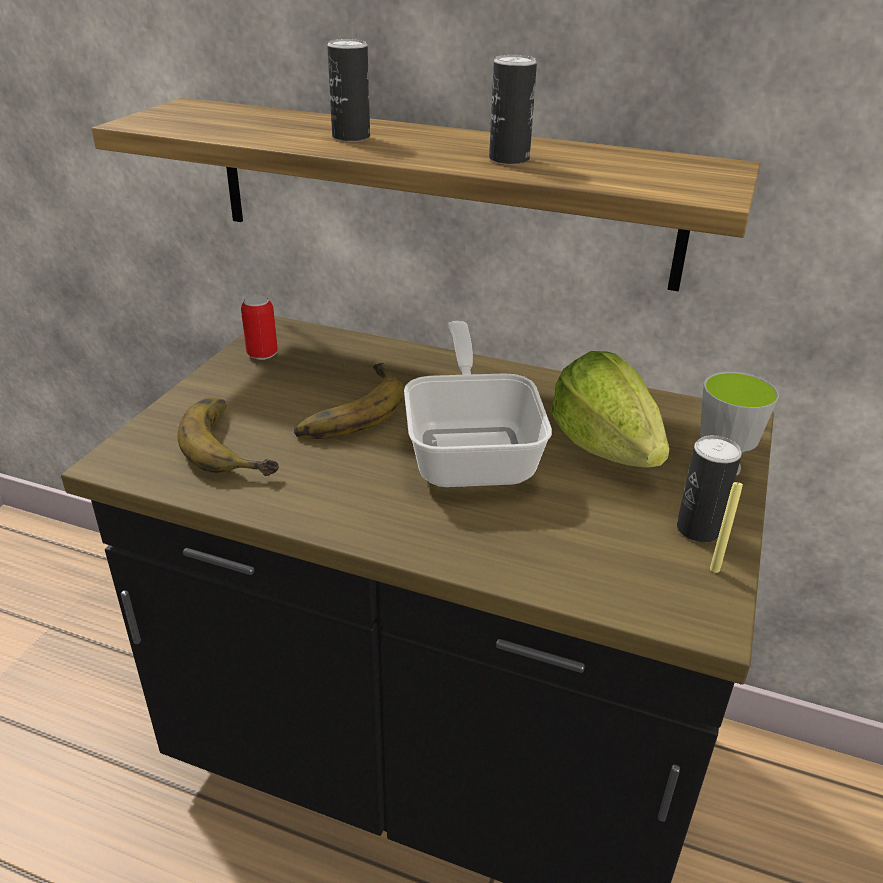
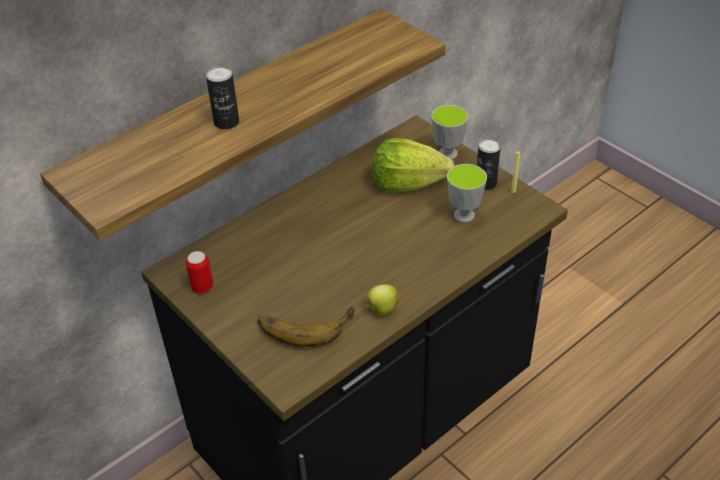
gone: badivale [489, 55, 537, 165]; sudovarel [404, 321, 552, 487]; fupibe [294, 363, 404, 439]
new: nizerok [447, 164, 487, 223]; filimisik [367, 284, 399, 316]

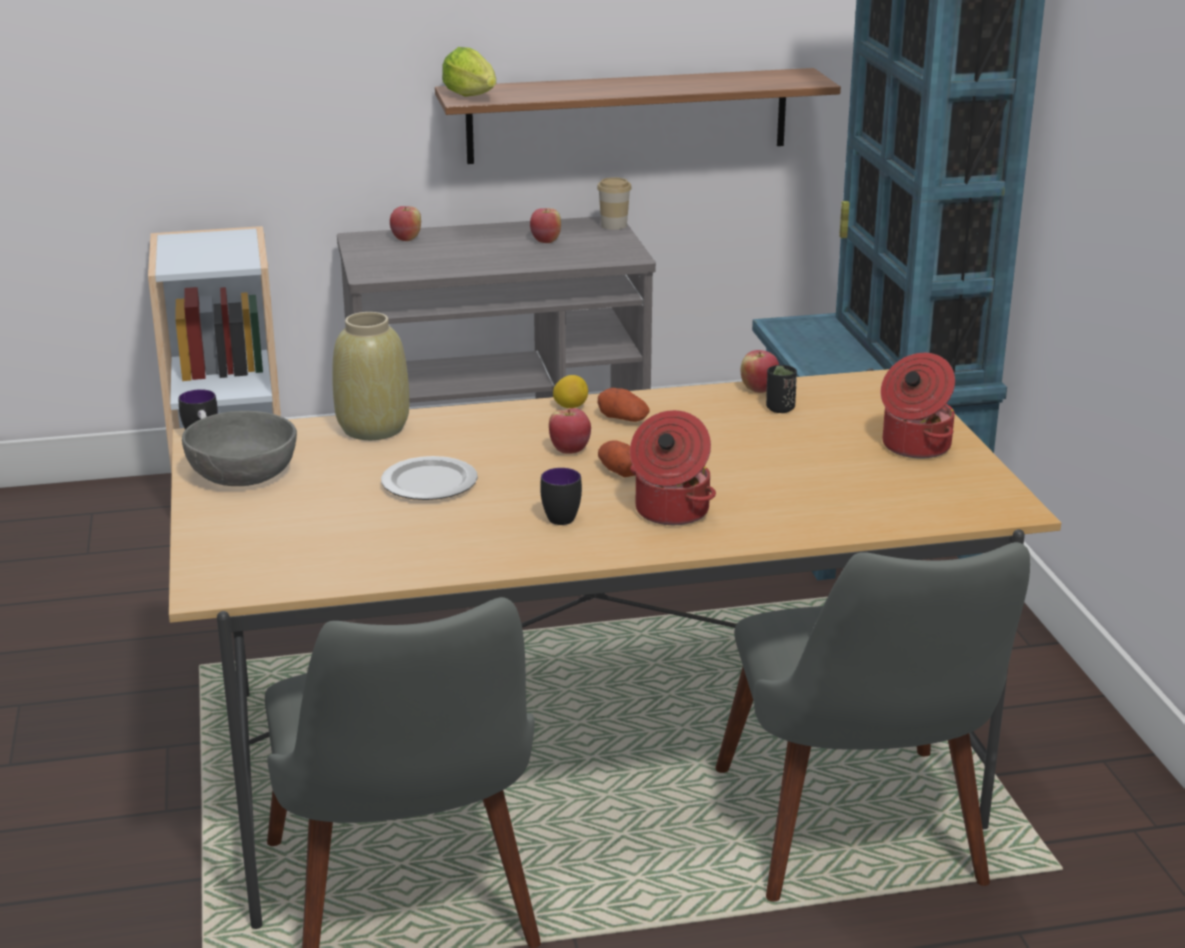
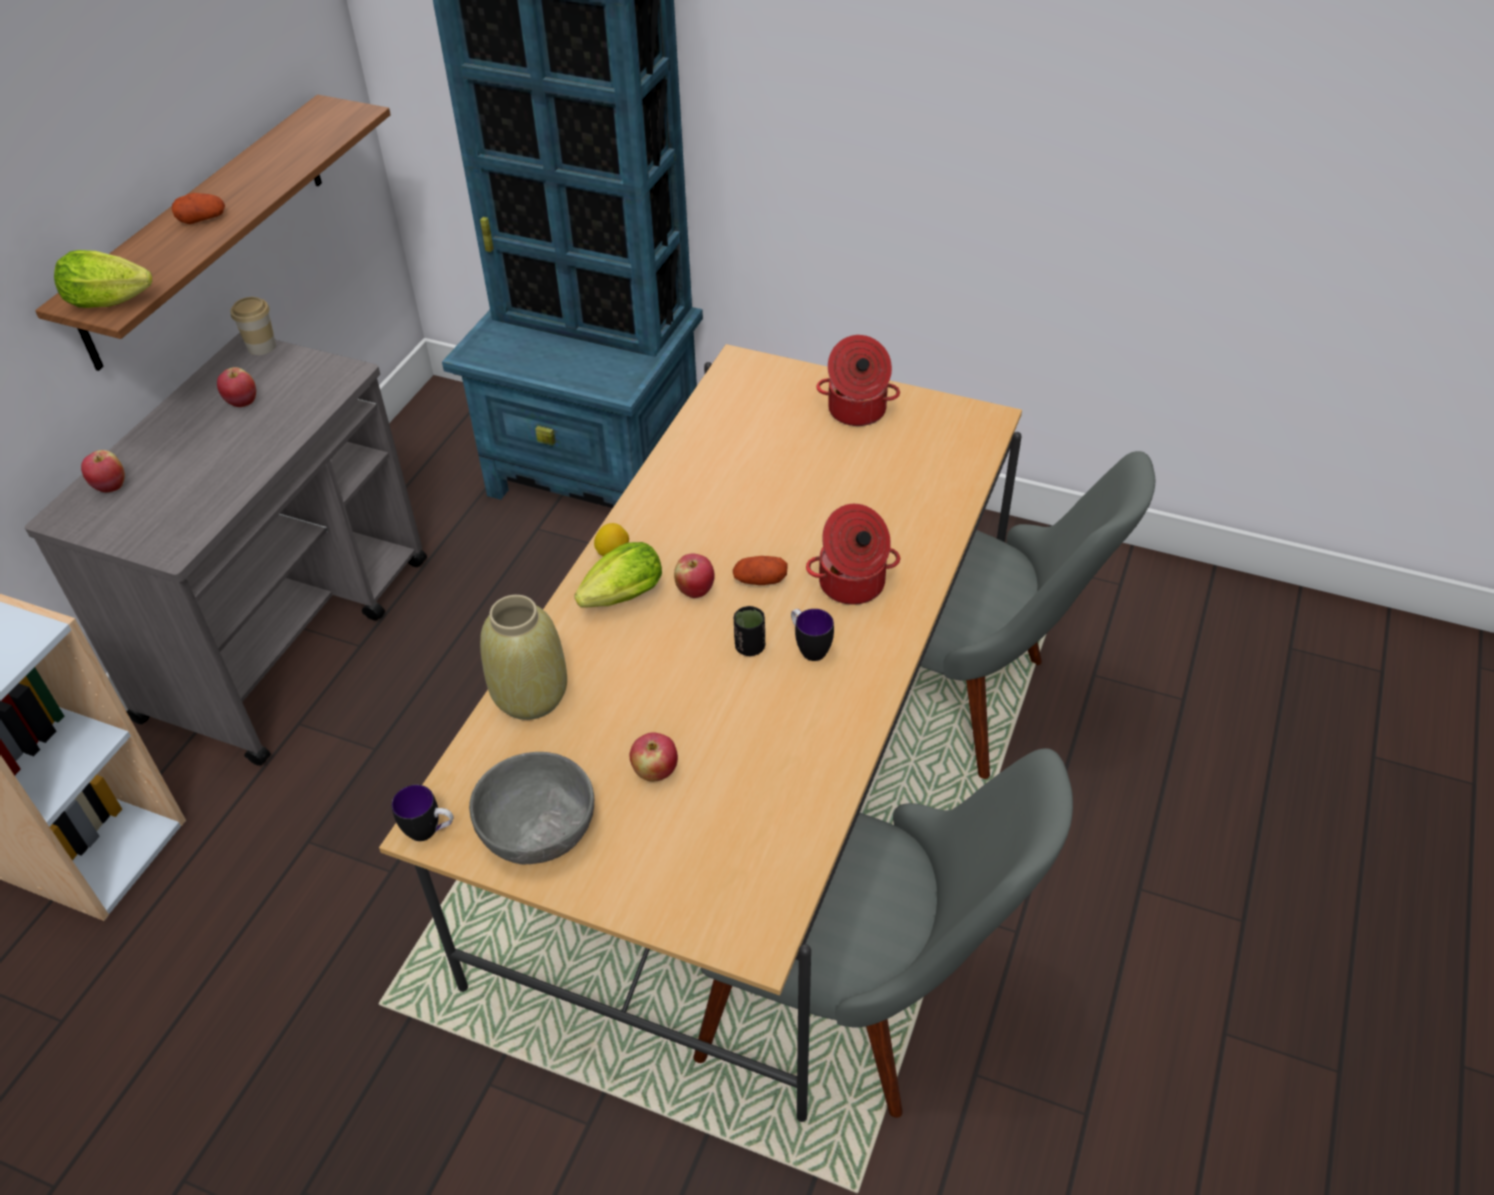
gone: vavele [381, 456, 478, 500]
new: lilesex [574, 542, 662, 607]
shifted: filimisik [741, 350, 779, 393] to [630, 732, 678, 782]; black nizerok [766, 365, 797, 413] to [734, 606, 765, 656]; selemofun [598, 388, 650, 422] to [172, 193, 225, 224]

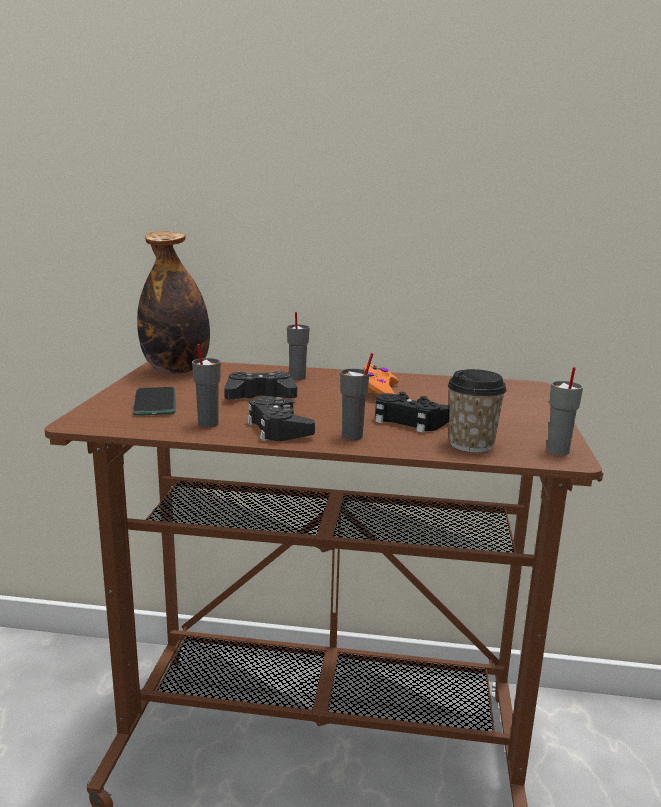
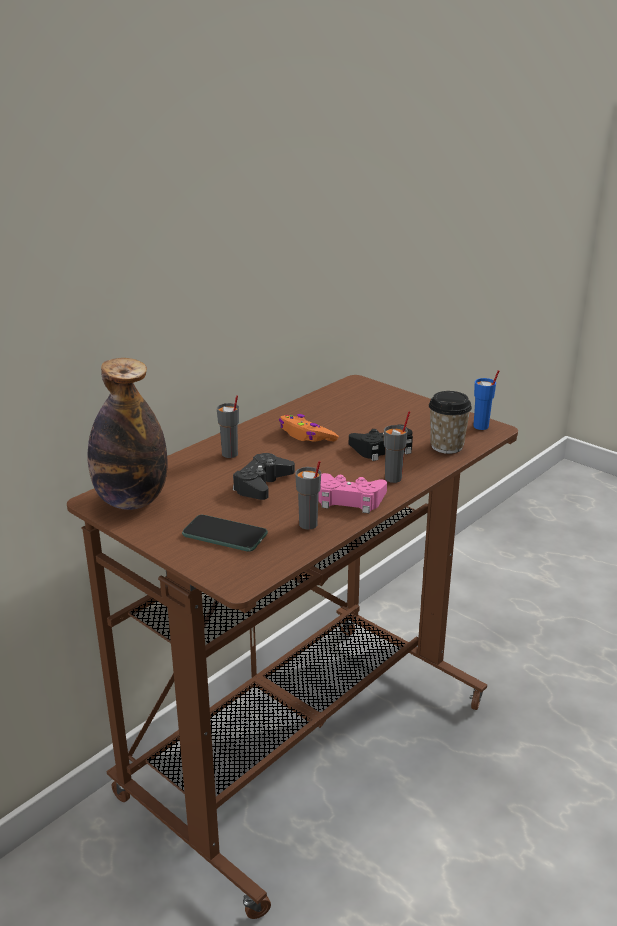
repainted: grey nizerok [547, 367, 583, 455] to blue nizerok [474, 370, 499, 430]; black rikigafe [247, 396, 315, 441] to pink rikigafe [318, 473, 387, 513]

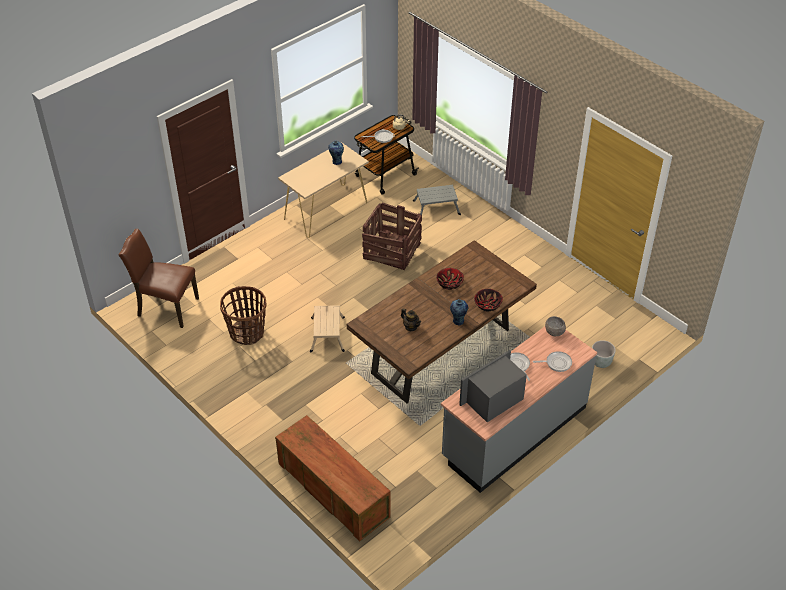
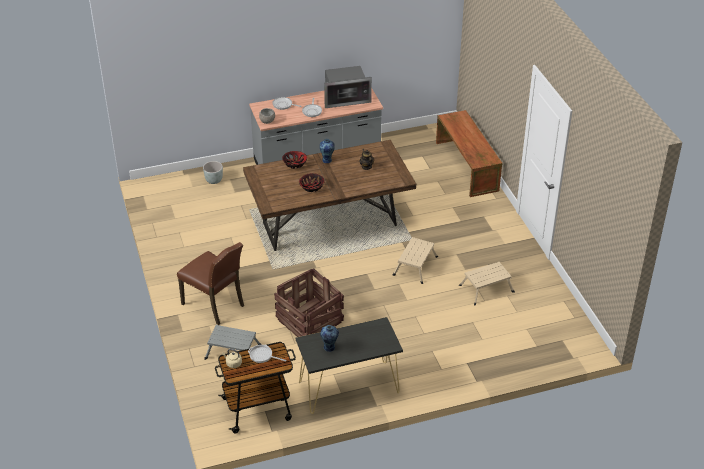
shifted: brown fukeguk [118, 229, 199, 328] to [177, 242, 244, 325]
swapped: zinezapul [220, 286, 266, 345] to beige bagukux [459, 262, 515, 306]
repainted: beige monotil [278, 142, 369, 238] to black monotil [296, 317, 403, 414]

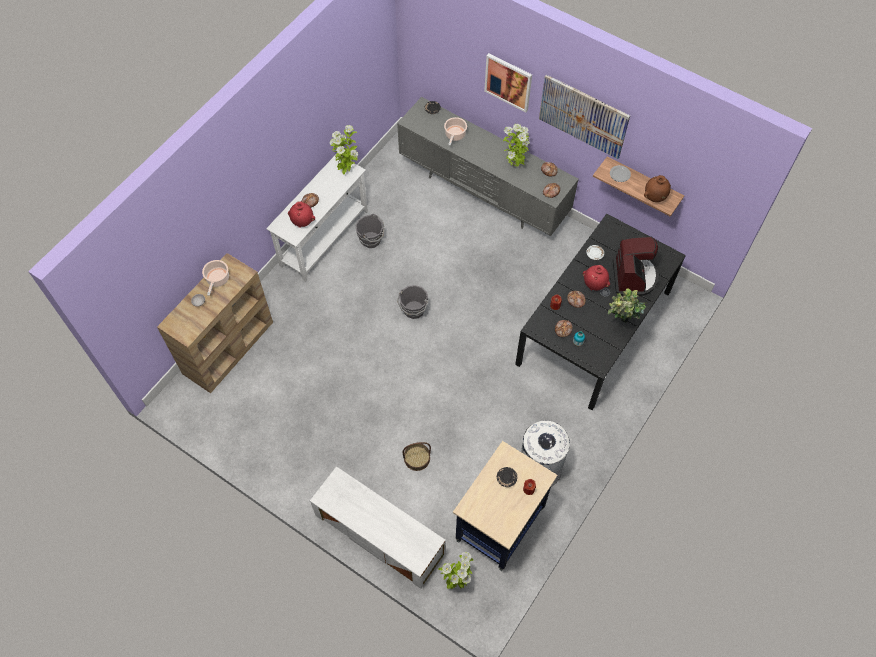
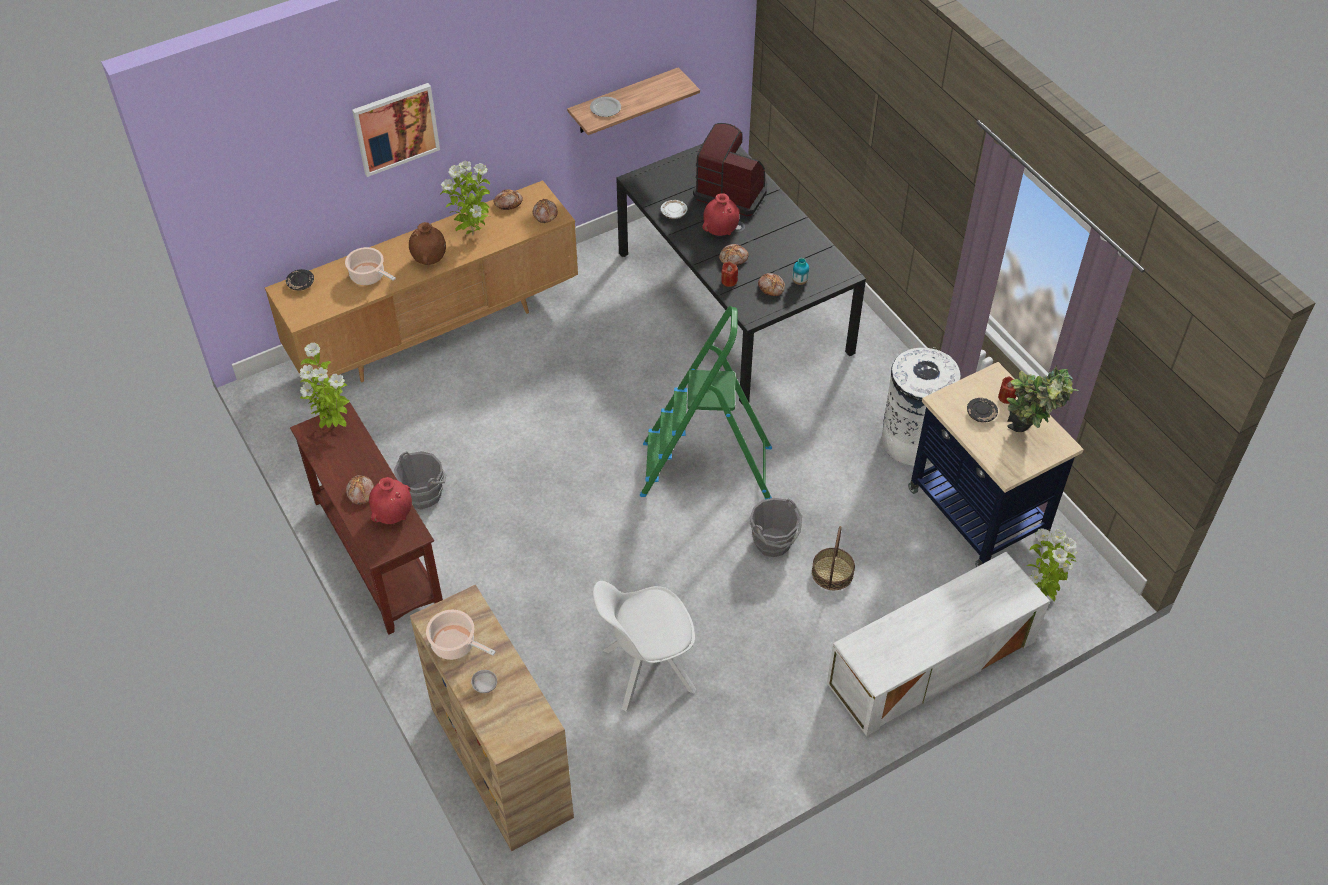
gone: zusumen [539, 74, 630, 159]
new: green bagukux [640, 306, 772, 499]; white fukeguk [593, 581, 696, 712]
shifted: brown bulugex [644, 175, 671, 202] to [409, 222, 446, 265]; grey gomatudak [397, 285, 428, 319] to [750, 498, 802, 557]; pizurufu [608, 288, 646, 323] to [1007, 366, 1078, 432]
repainted: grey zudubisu [397, 97, 579, 236] to brown zudubisu [265, 180, 578, 382]; white monotil [266, 155, 368, 282] to brown monotil [290, 402, 443, 635]

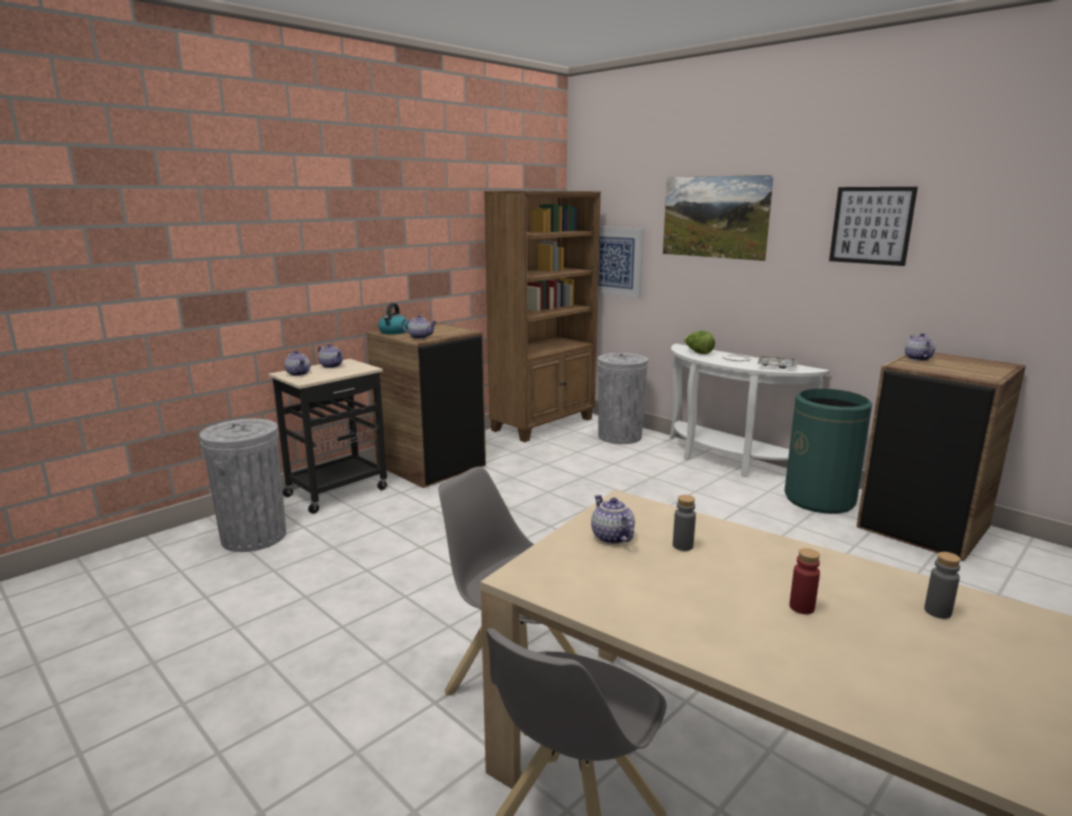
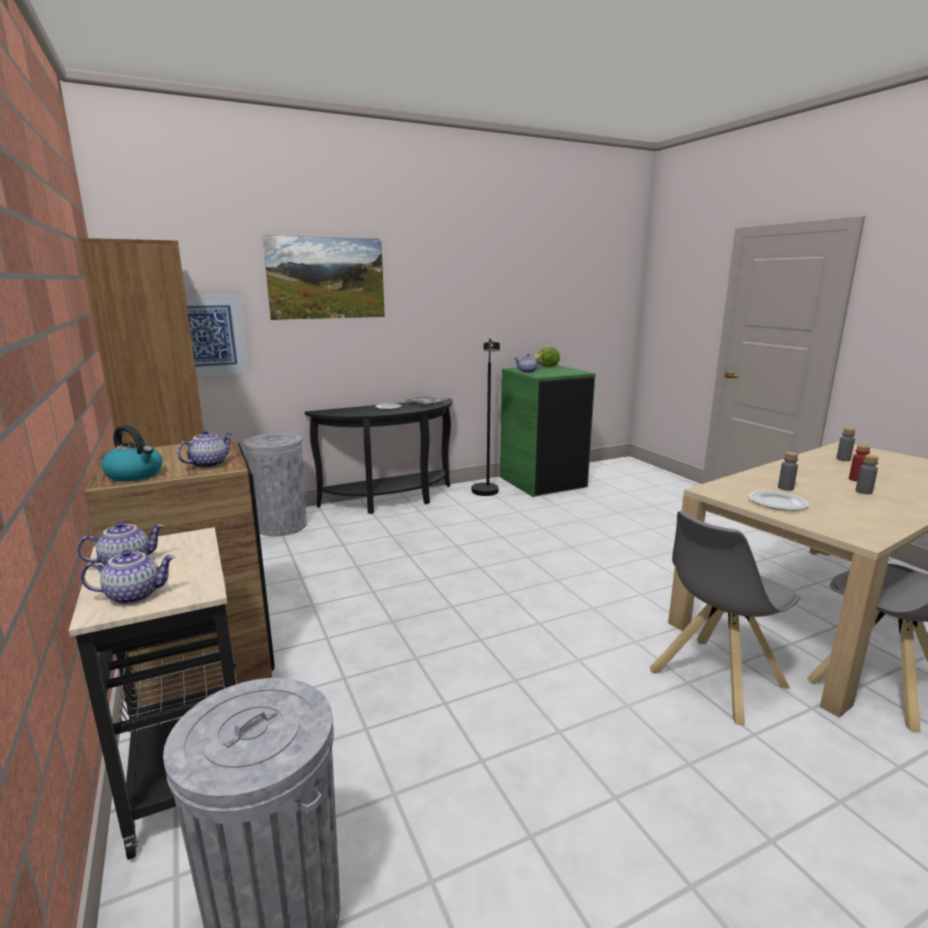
gone: zusumen [829, 187, 918, 266]
new: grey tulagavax [856, 455, 879, 494]
shifted: lilesex [684, 331, 715, 354] to [532, 347, 560, 367]
swapped: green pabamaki [784, 389, 872, 514] to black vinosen [472, 338, 500, 496]; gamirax [591, 495, 635, 544] to vavele [748, 490, 809, 511]
repainted: white monotil [670, 344, 830, 477] to black monotil [305, 398, 452, 514]; brown zudubisu [856, 352, 1026, 561] to green zudubisu [500, 365, 595, 497]

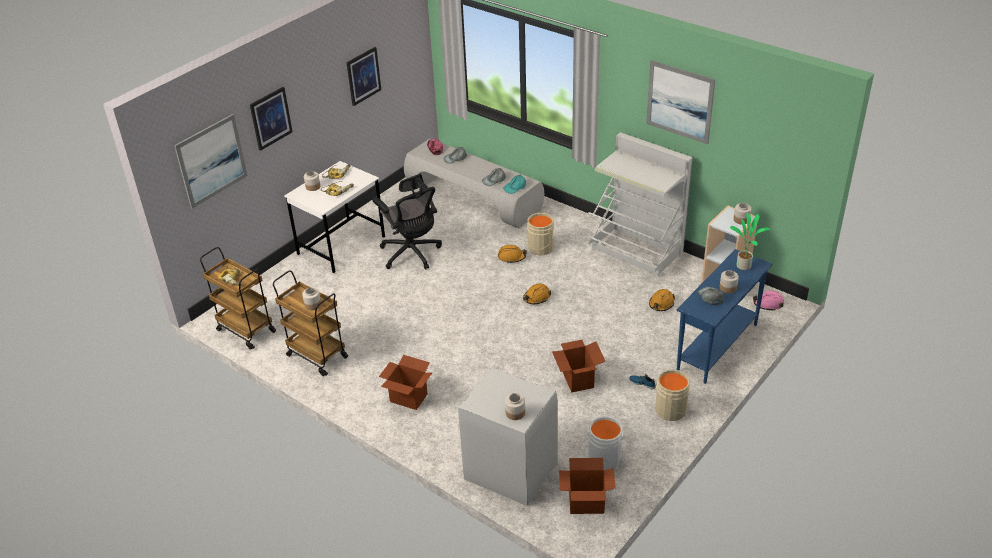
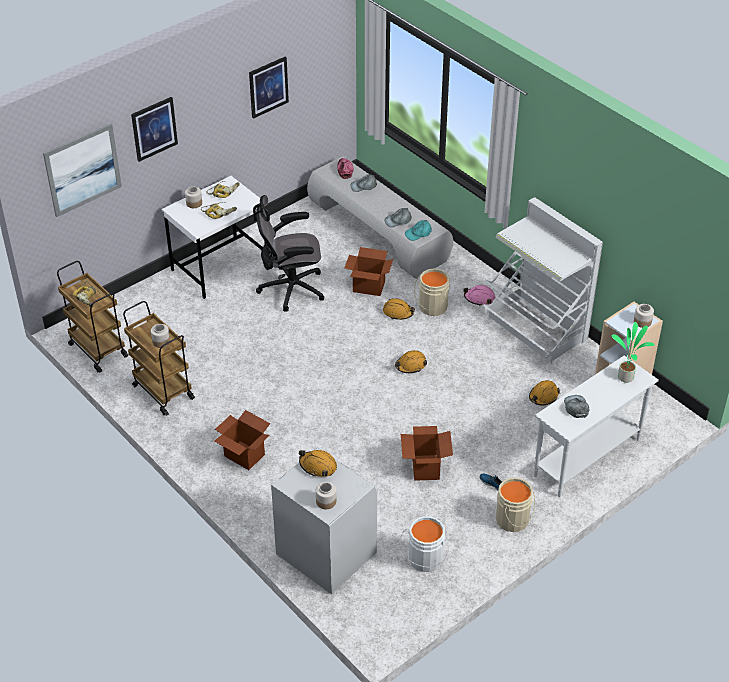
gone: zusumen [646, 60, 715, 144]; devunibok [720, 270, 739, 294]
new: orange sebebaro [299, 450, 337, 477]
shifted: pink sebebaro [753, 291, 784, 311] to [463, 285, 495, 306]; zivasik [559, 458, 616, 514] to [345, 247, 393, 296]
repainted: blue monotil [677, 249, 772, 384] to white monotil [534, 355, 659, 497]
rotated: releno [372, 174, 442, 269] = [253, 195, 324, 312] 105 degrees clockwise

